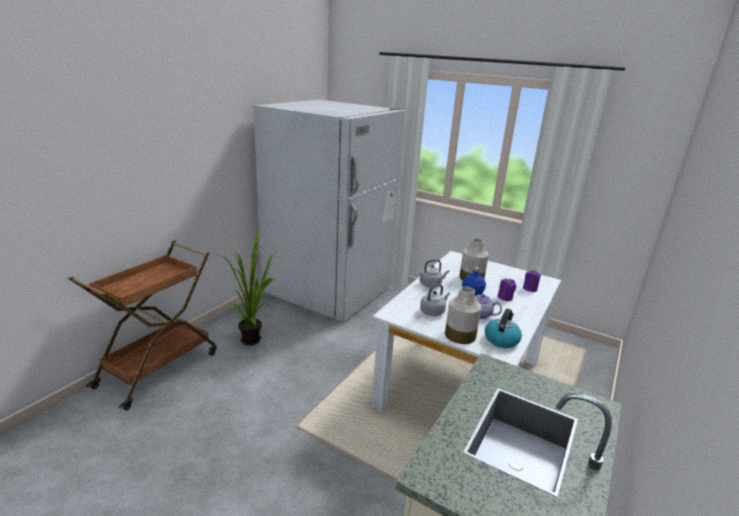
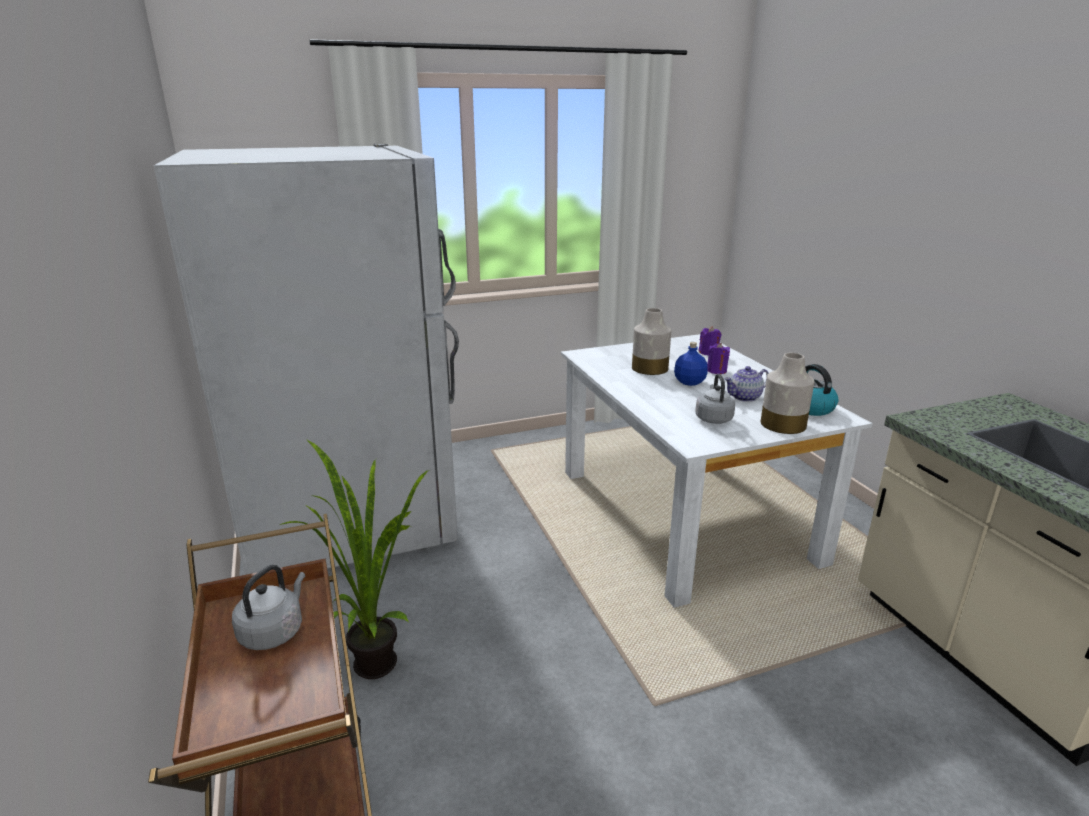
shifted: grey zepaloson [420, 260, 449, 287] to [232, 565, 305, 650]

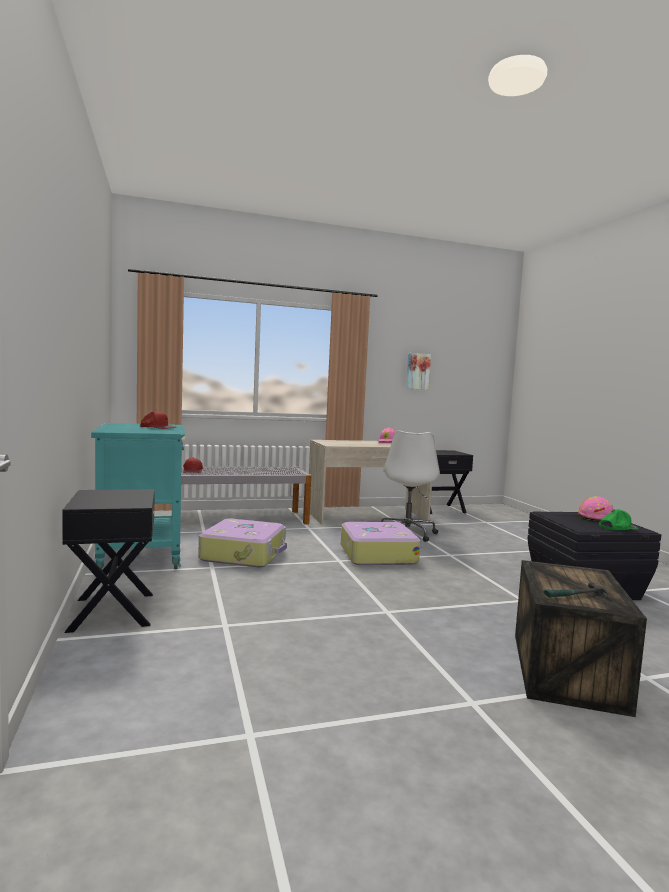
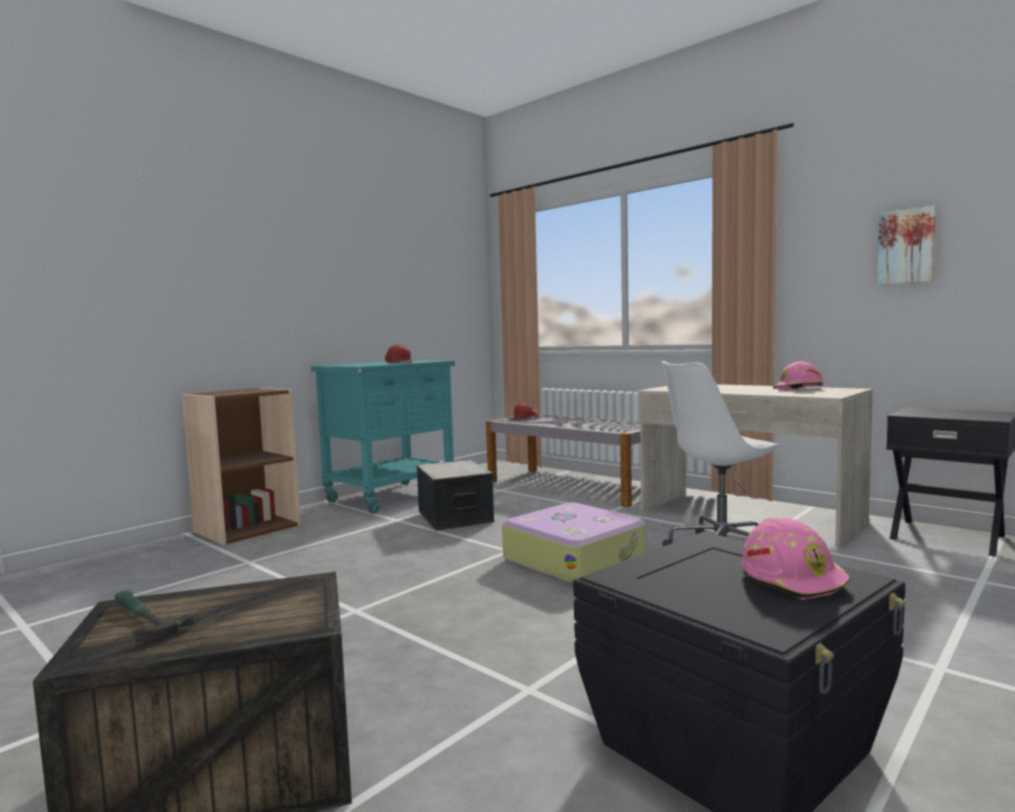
gone: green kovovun [599, 509, 639, 530]
swapped: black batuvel [62, 489, 155, 633] to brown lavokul [182, 388, 301, 545]; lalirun [198, 519, 287, 567] to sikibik [416, 460, 494, 531]

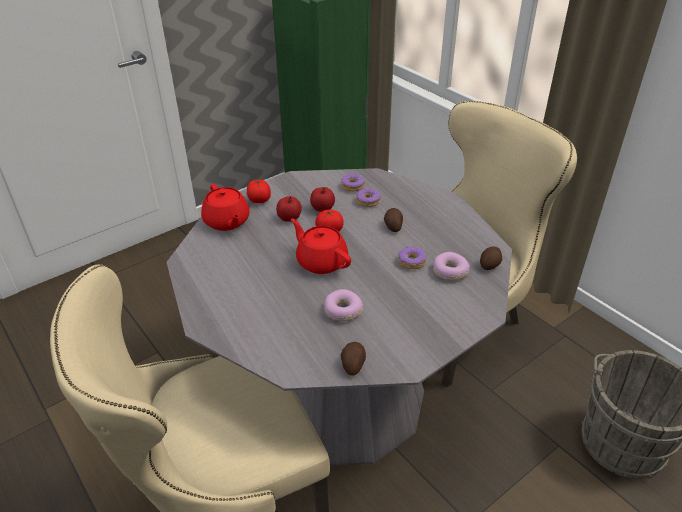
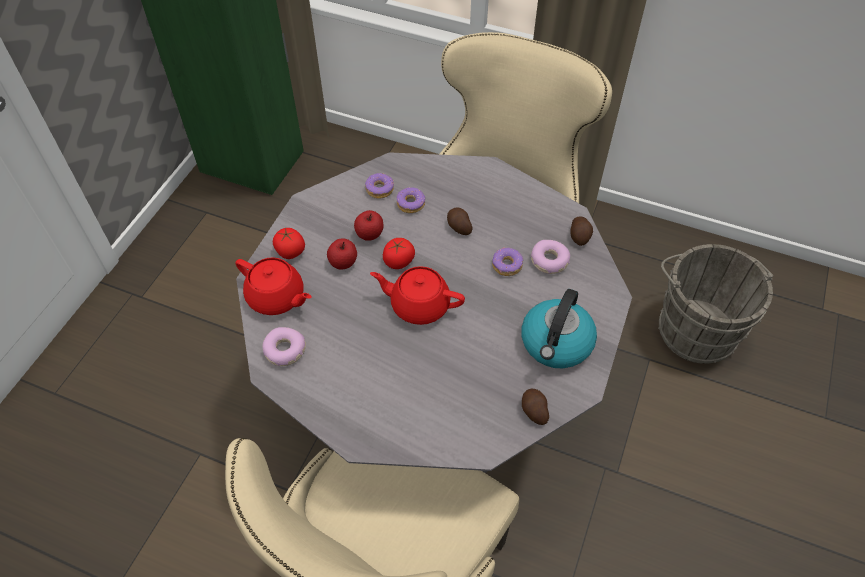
new: zepaloson [521, 289, 597, 368]
shifted: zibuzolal [324, 289, 363, 322] to [262, 327, 306, 366]

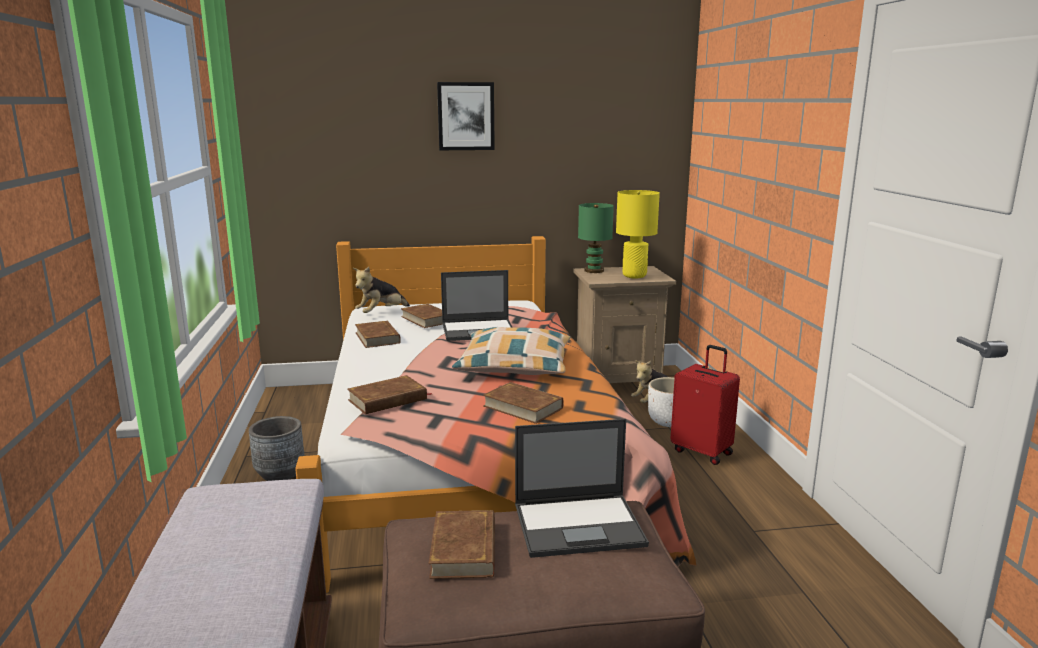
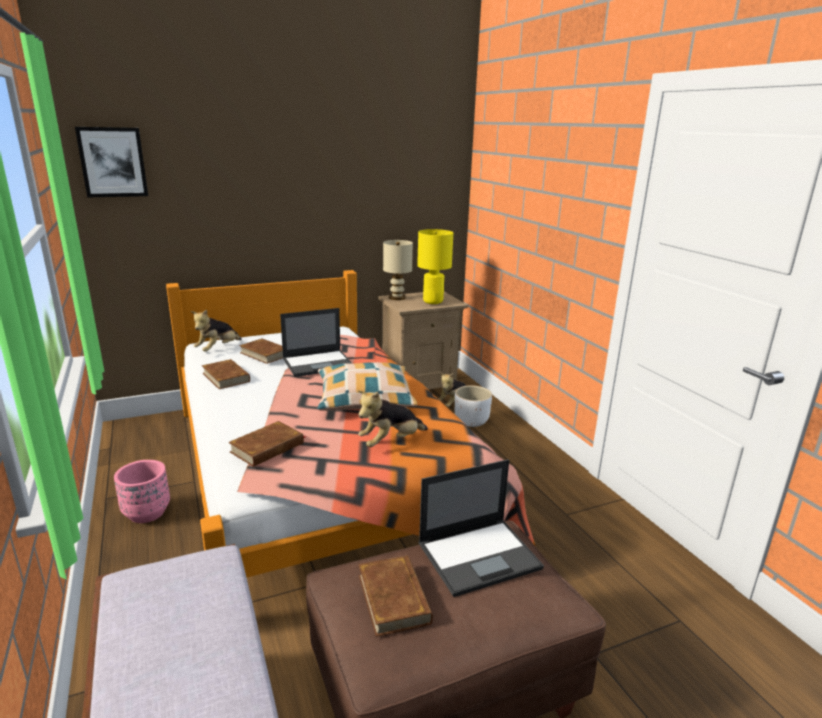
gone: red lalirun [670, 345, 740, 465]
shifted: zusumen [437, 82, 495, 150] to [75, 127, 148, 198]
swapped: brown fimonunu [483, 382, 563, 424] to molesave [358, 390, 428, 447]
repainted: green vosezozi [578, 203, 614, 273] to beige vosezozi [383, 240, 413, 300]; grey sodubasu [249, 416, 304, 481] to pink sodubasu [114, 460, 170, 523]

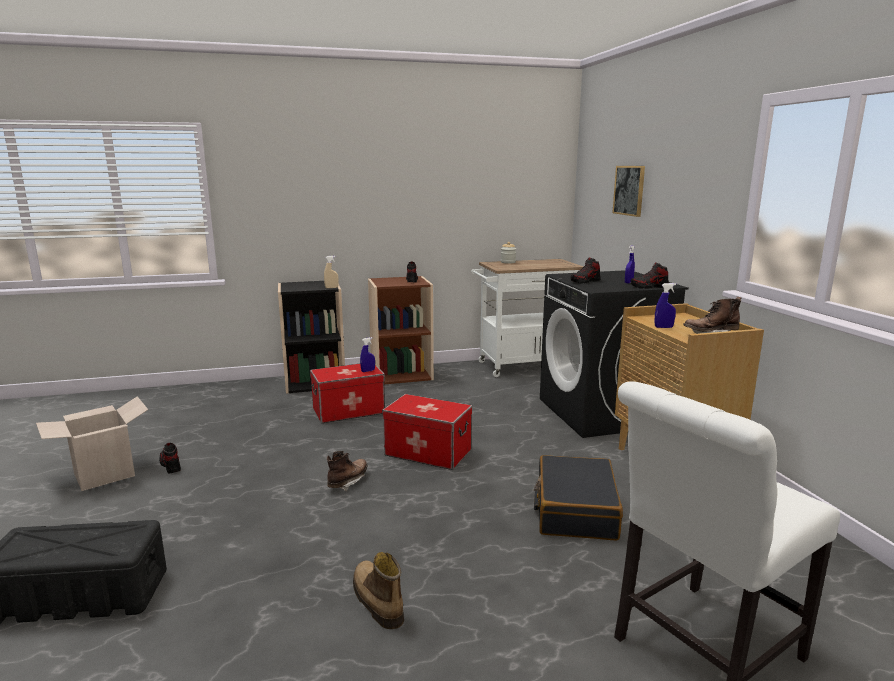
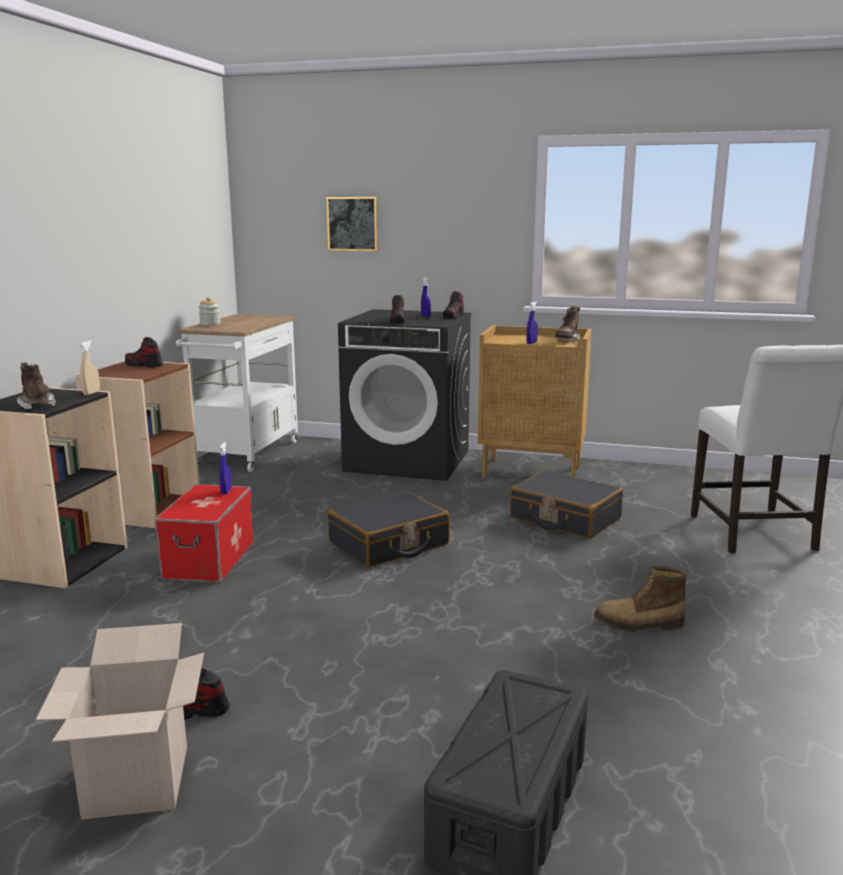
shifted: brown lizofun [327, 451, 367, 491] to [17, 362, 56, 410]
swapped: sikibik [382, 394, 472, 470] to black lalirun [327, 492, 450, 567]

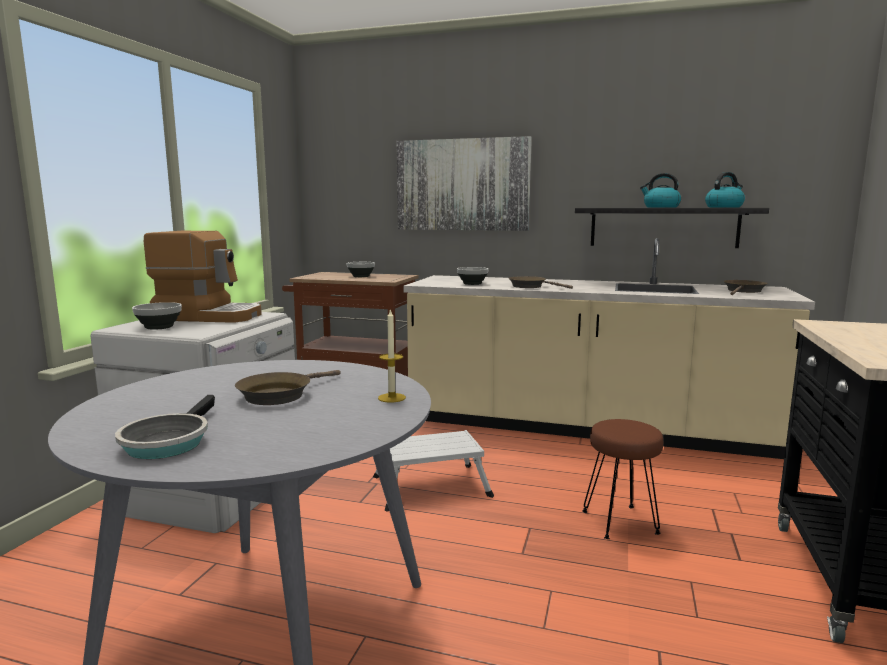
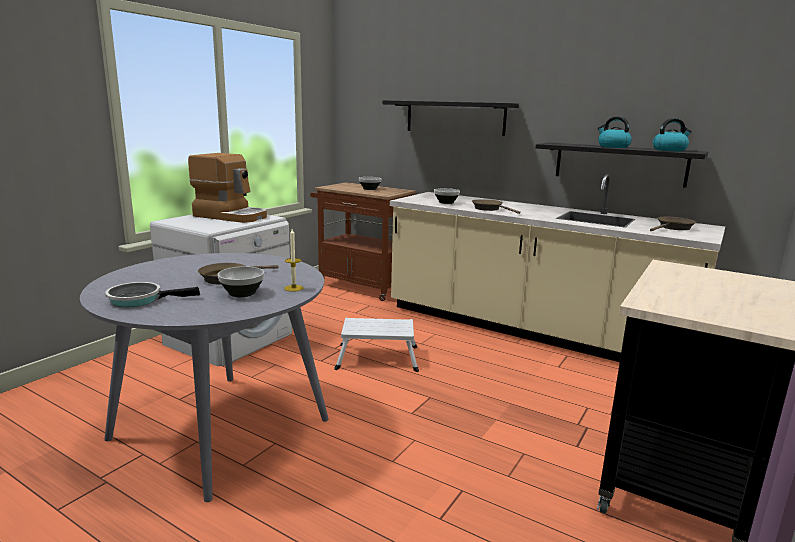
gone: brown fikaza [582, 419, 663, 539]
shifted: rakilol [132, 302, 182, 330] to [218, 267, 264, 297]
swapped: zusumen [396, 136, 532, 231] to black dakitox [382, 100, 519, 136]
rotated: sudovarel [115, 395, 215, 459] = [105, 282, 200, 307] 60 degrees clockwise

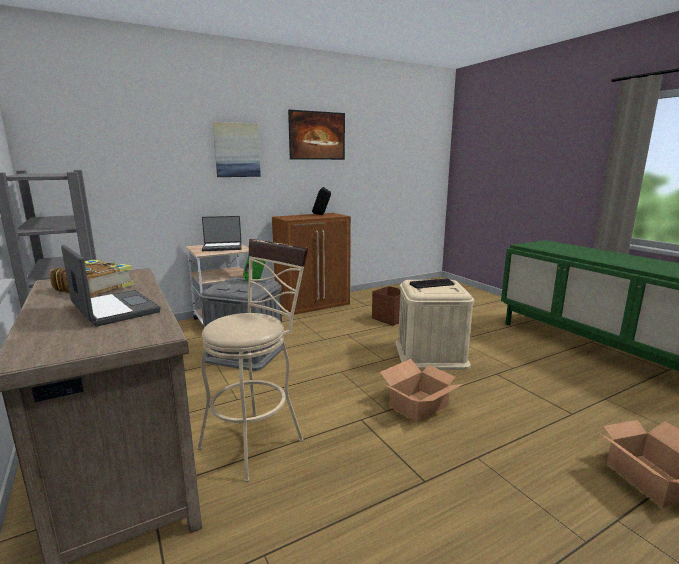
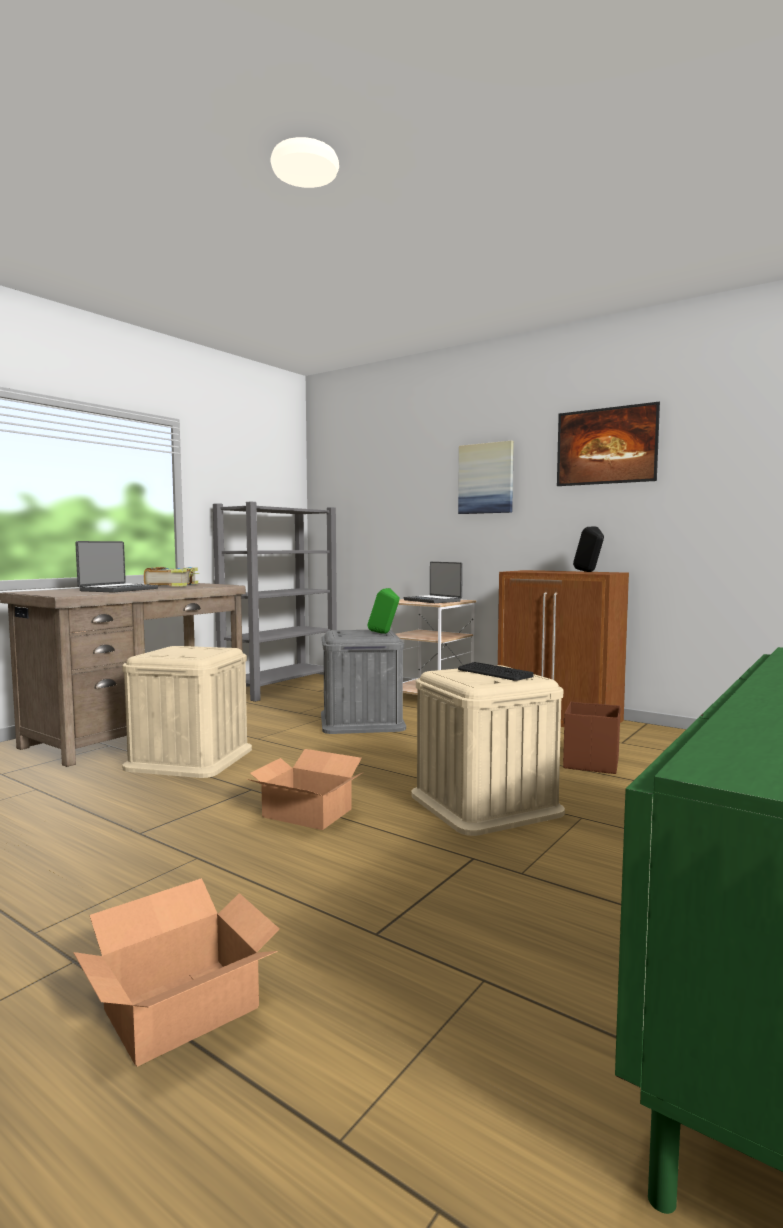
swapped: beige fikaza [197, 239, 308, 482] to beige sikibik [122, 646, 252, 778]

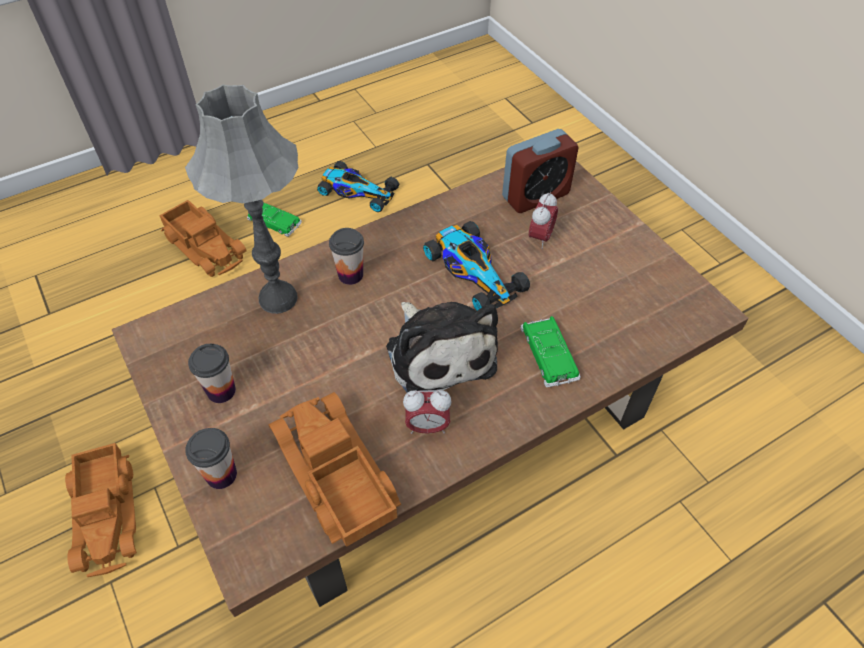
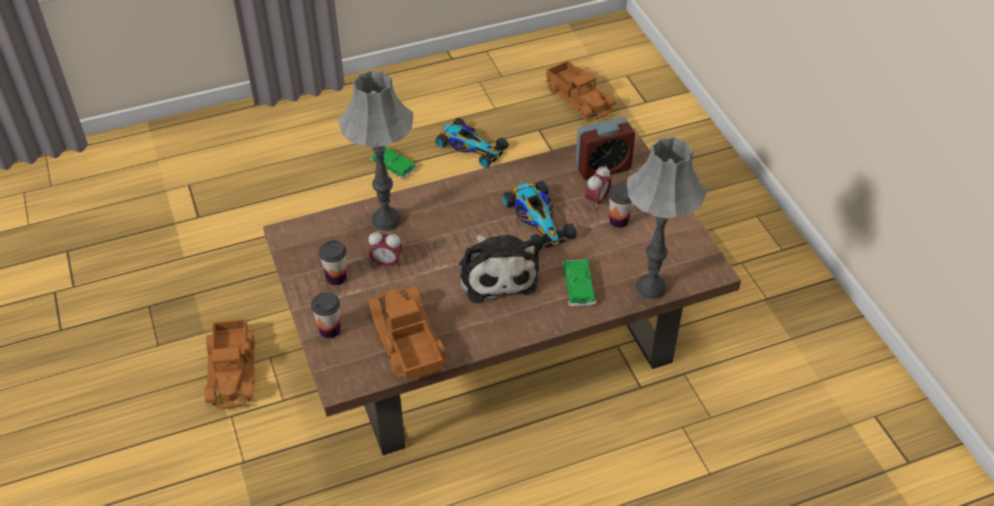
new: grey vosezozi [627, 137, 707, 300]
shifted: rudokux [159, 200, 247, 277] to [545, 60, 616, 120]; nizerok [329, 228, 364, 285] to [609, 184, 633, 228]; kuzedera [403, 390, 452, 434] to [368, 231, 402, 268]

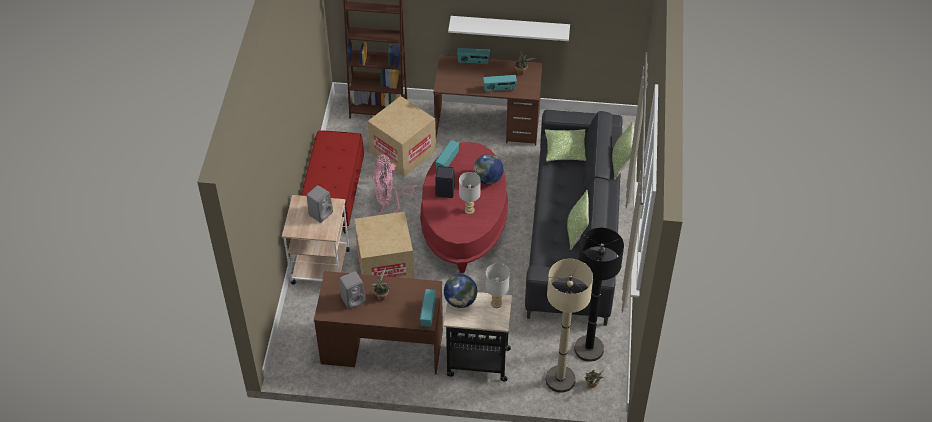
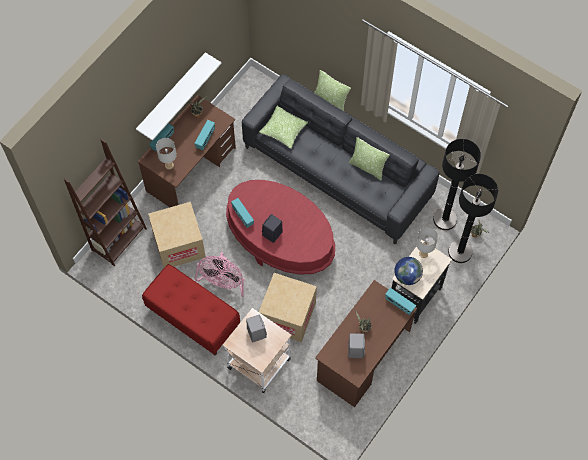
gone: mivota [473, 154, 503, 184]
shifted: grey vosezozi [459, 172, 481, 215] to [156, 138, 177, 170]
repainted: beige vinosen [546, 259, 593, 393] to black vinosen [448, 174, 498, 263]

